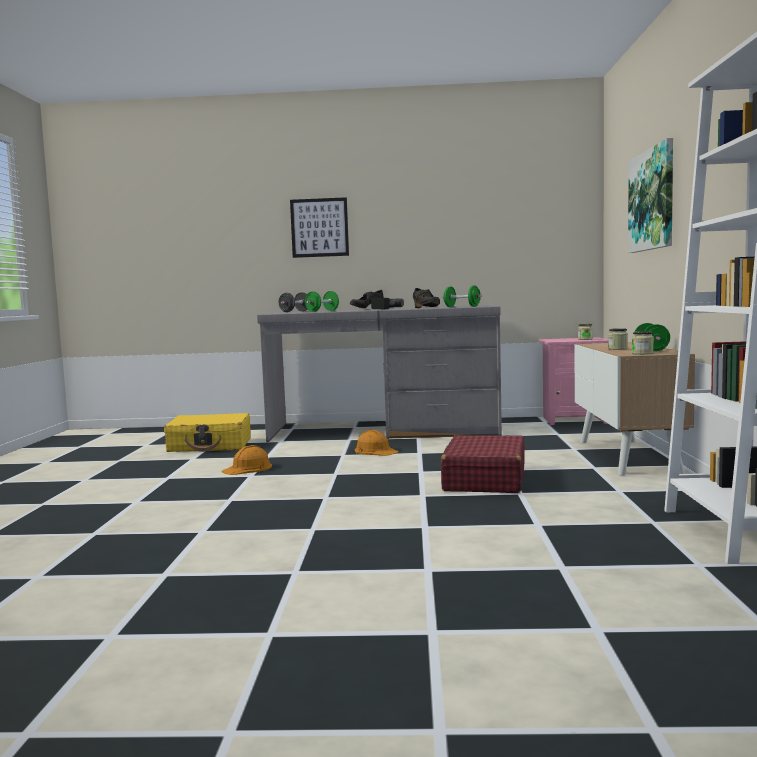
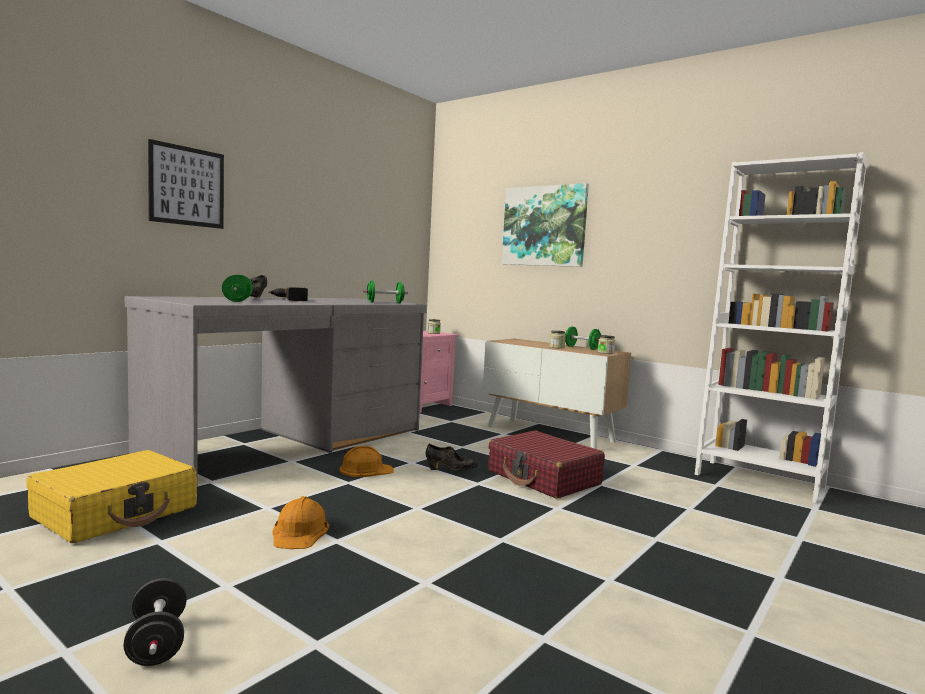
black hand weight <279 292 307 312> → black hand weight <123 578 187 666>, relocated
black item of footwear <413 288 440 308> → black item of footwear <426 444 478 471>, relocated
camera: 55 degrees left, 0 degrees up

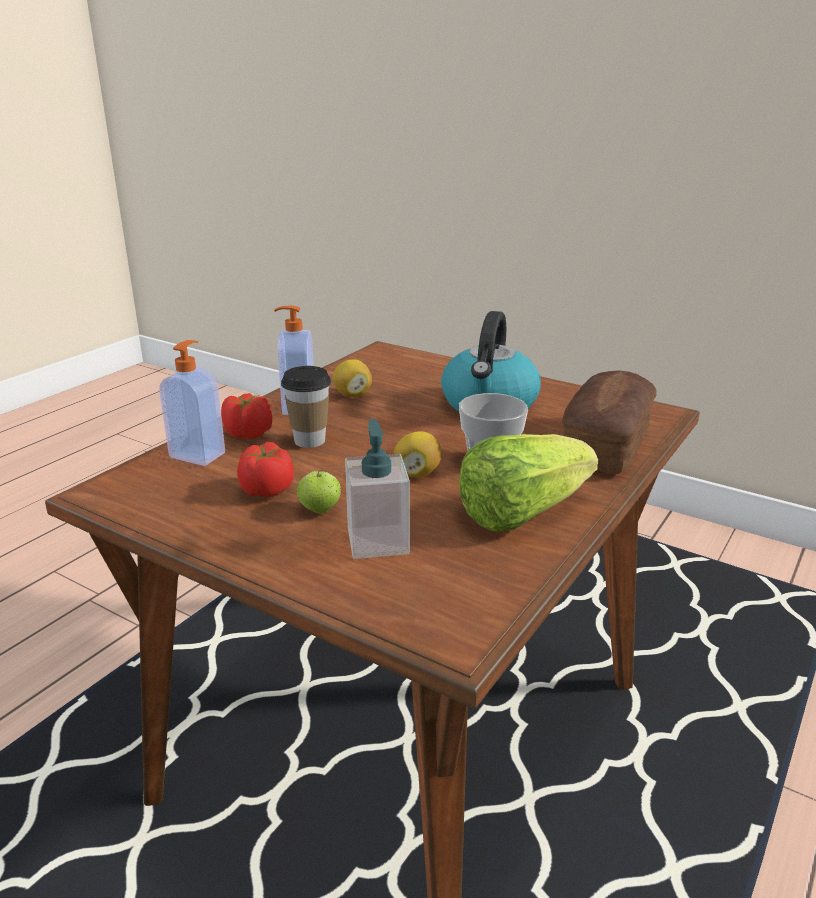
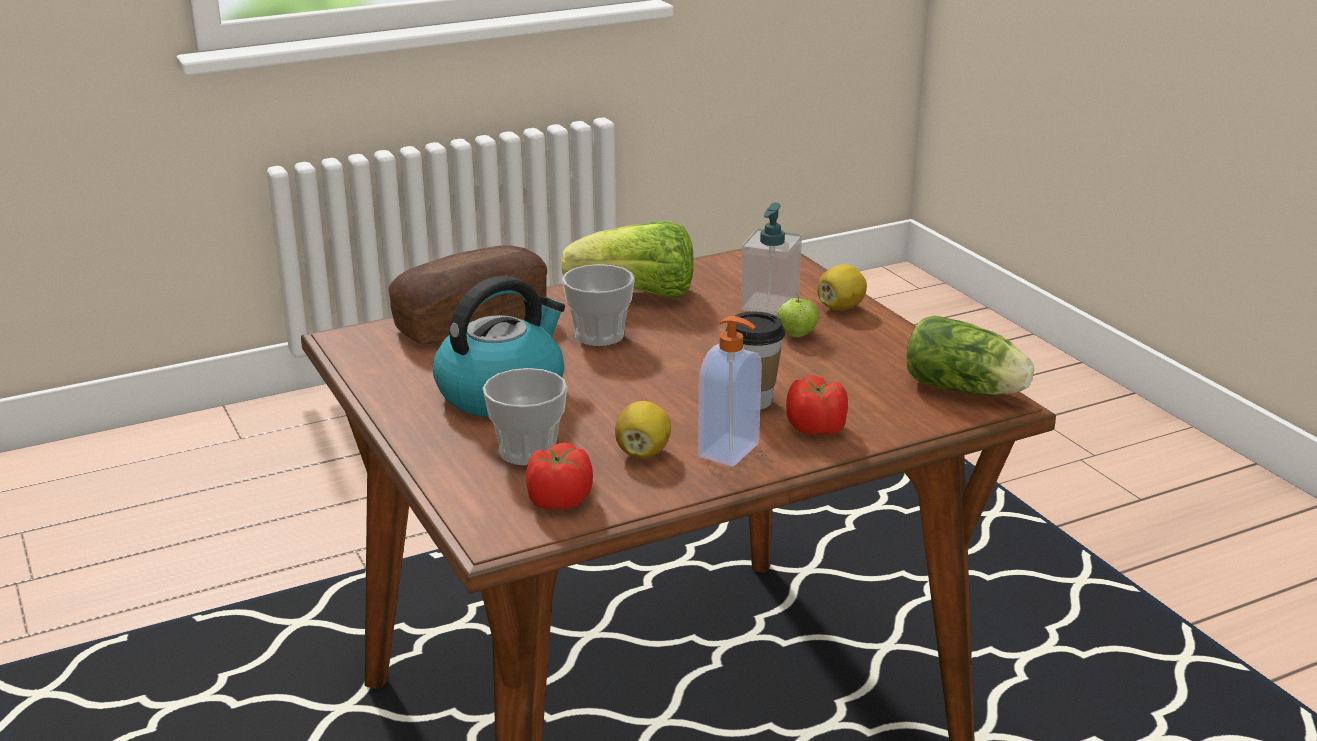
soap dispenser <159 340 225 466> → -
- → drinking cup <483 368 567 466>
- → lettuce head <907 315 1034 395>
whole tomato <237 442 294 497> → whole tomato <526 443 593 510>, relocated
citrus fruit <394 431 442 478> → citrus fruit <817 264 867 310>, relocated
camera: 150 degrees left, 0 degrees up

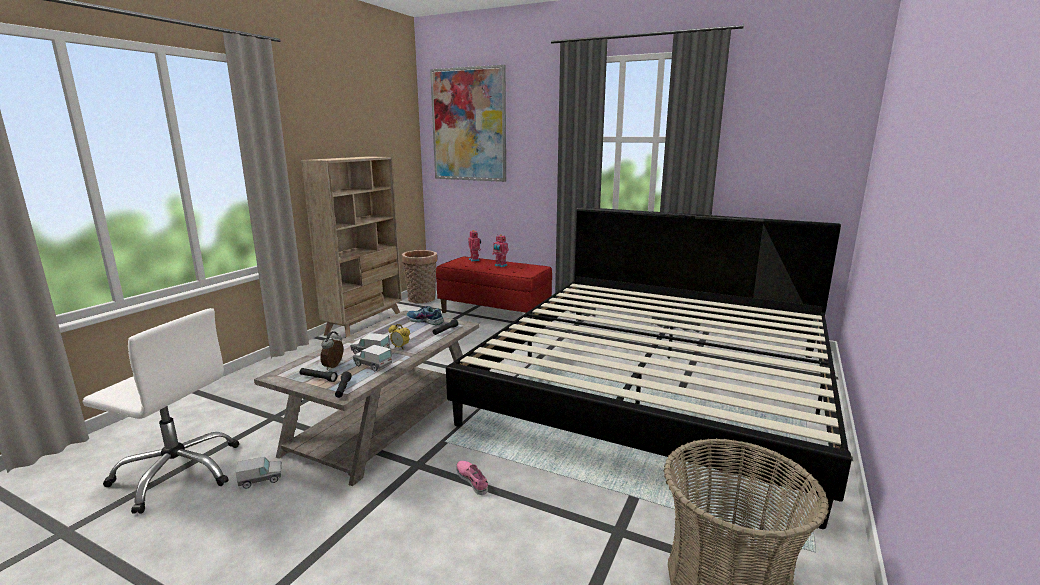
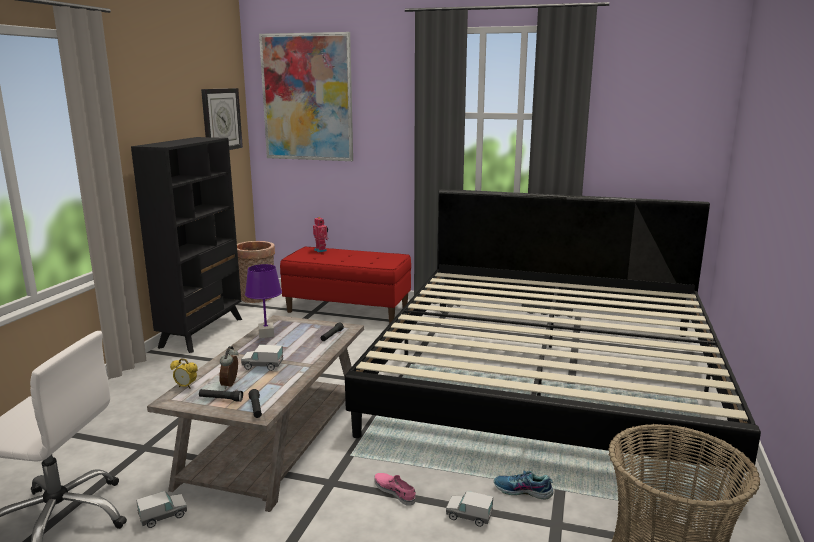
toy robot <492 234 509 267> → -
- → wall clock <201 88 243 150>
- → purple tabletop lamp <245 264 282 338>
toy lorry <353 345 392 371> → toy lorry <446 491 493 527>, relocated
alarm clock <388 324 410 349> → alarm clock <170 358 198 389>, relocated
item of footwear <407 306 444 325> → item of footwear <494 471 553 500>, relocated
beige bookshelf <301 156 402 337> → black bookshelf <131 137 242 353>
camera: 10 degrees left, 0 degrees up

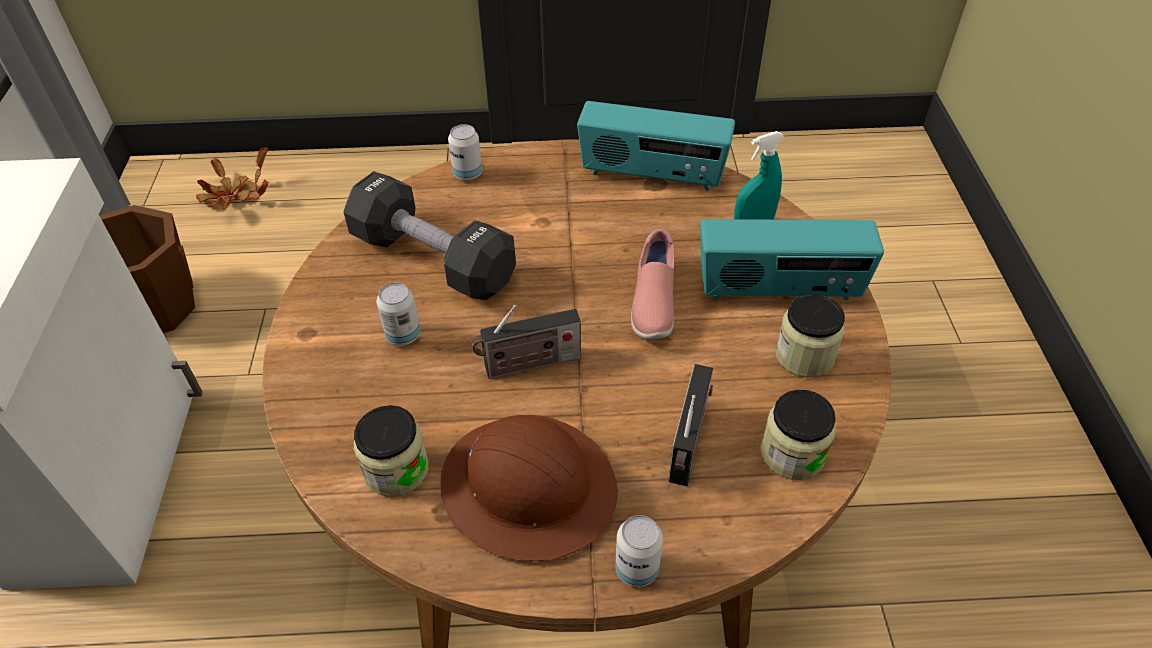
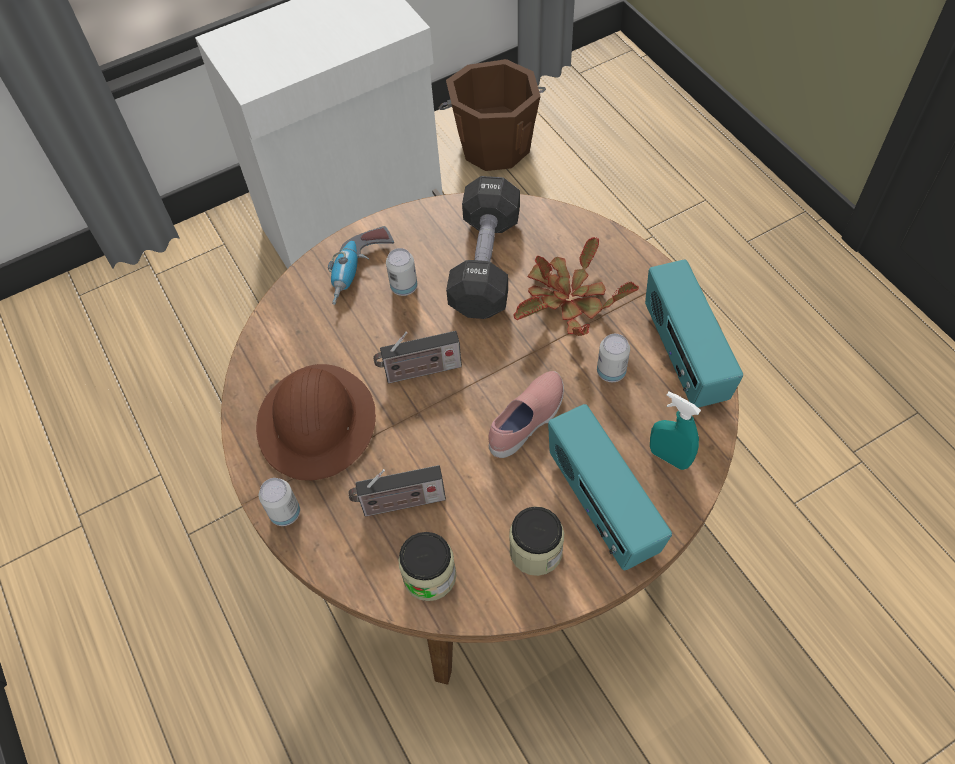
jar <354 405 429 497> → -
- → power drill <328 226 394 305>
potted plant <196 147 269 210> → potted plant <513 237 639 336>, relocated
metal can <448 124 482 181> → metal can <597 334 630 382>, relocated
radio set <472 305 581 379> → radio set <373 331 462 384>, 60 degrees counterclockwise
pinkish item of footwear <631 229 674 339> → pinkish item of footwear <488 371 564 458>, 150 degrees clockwise
camera: 65 degrees right, 10 degrees up

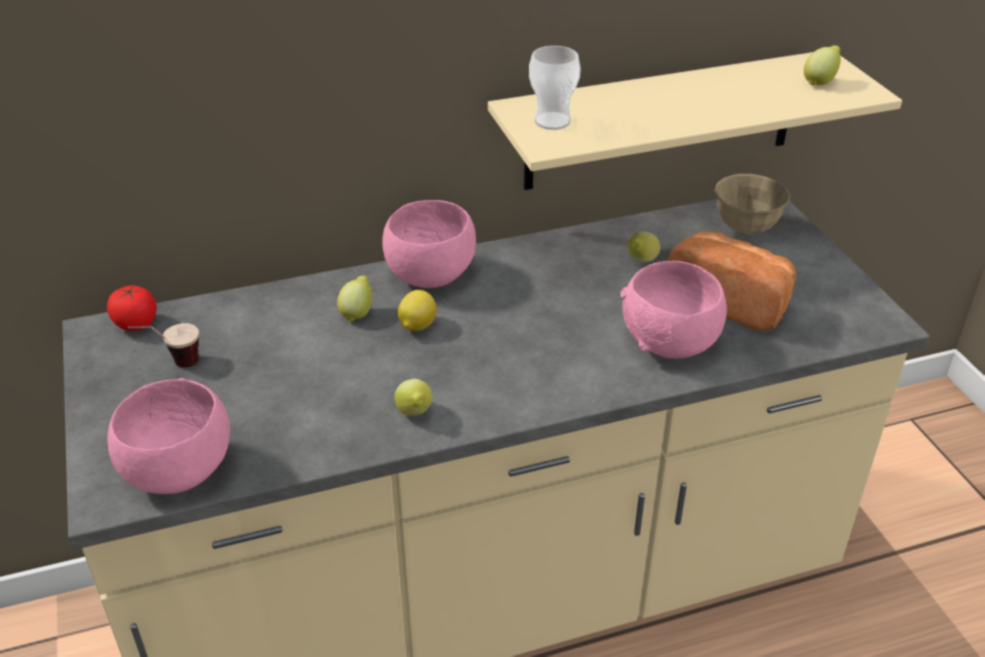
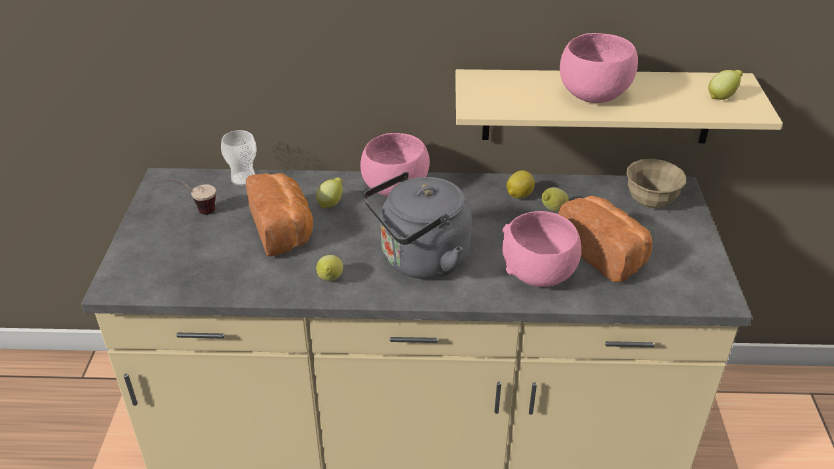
whole tomato <107 285 157 331> → -
- → bakery bread <246 173 313 256>
- → gray water kettle <363 172 472 279>
pinkish deep dish <108 378 230 494> → pinkish deep dish <560 33 638 103>, relocated
citrus fruit <398 290 437 331> → citrus fruit <507 170 535 199>, relocated
drinking cup <529 46 581 130> → drinking cup <221 130 257 186>, relocated
camera: 20 degrees right, 0 degrees up

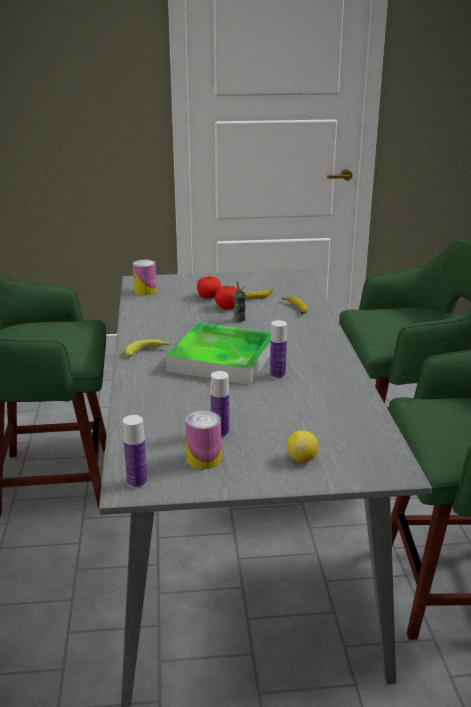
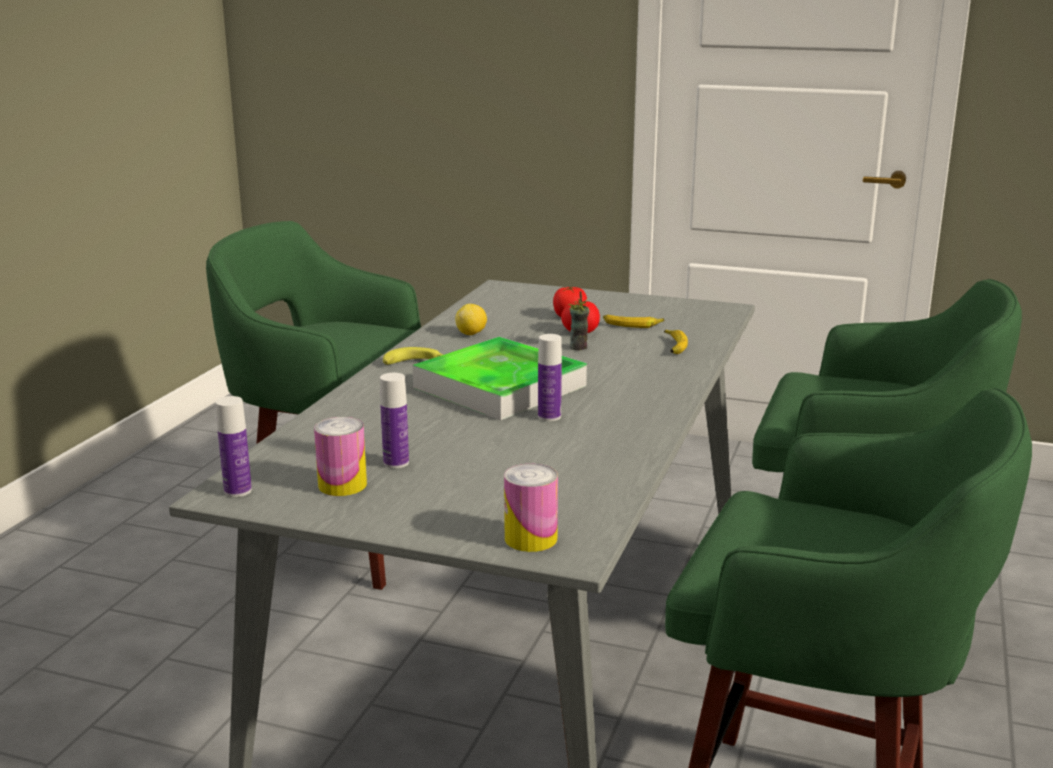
metal can <133 259 157 295> → metal can <504 464 558 552>, relocated
citrus fruit <287 430 319 463> → citrus fruit <455 304 487 335>, relocated
camera: 25 degrees right, 5 degrees down

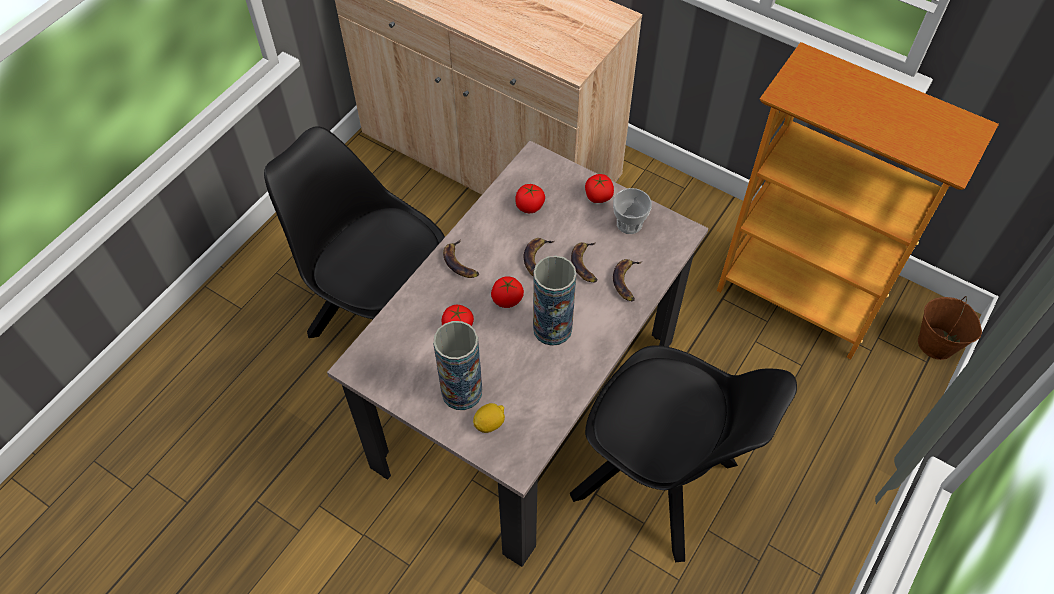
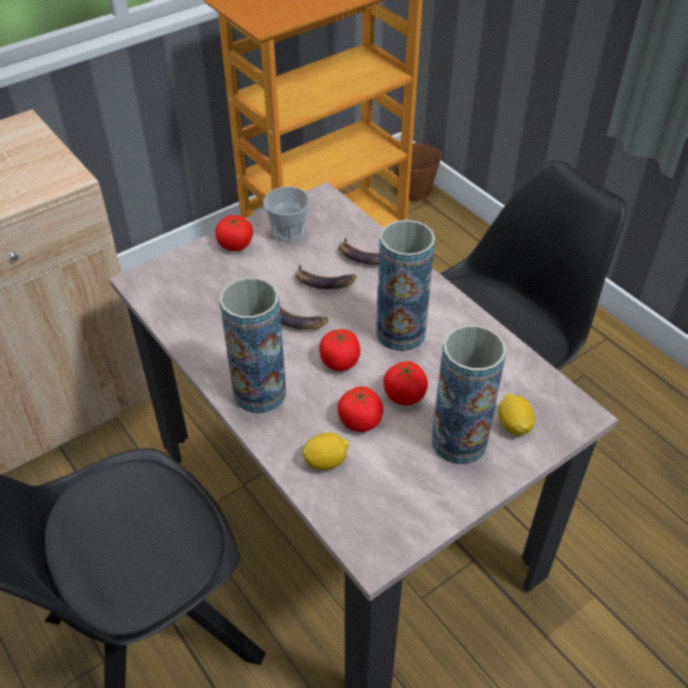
- → citrus fruit <302 433 349 470>
whole tomato <516 184 545 213> → whole tomato <383 361 428 405>, relocated
banana <443 239 479 278> → flower vase <220 277 286 413>
camera: 70 degrees left, 10 degrees down

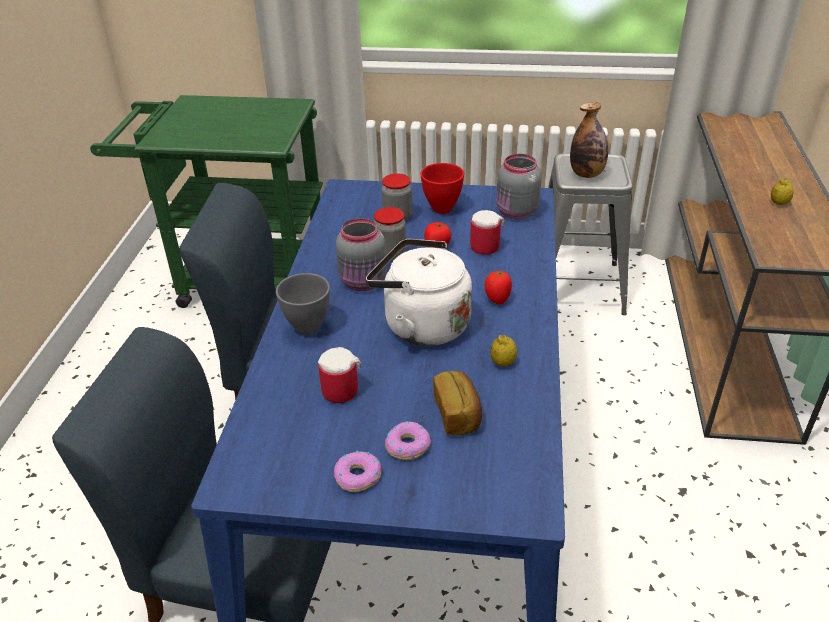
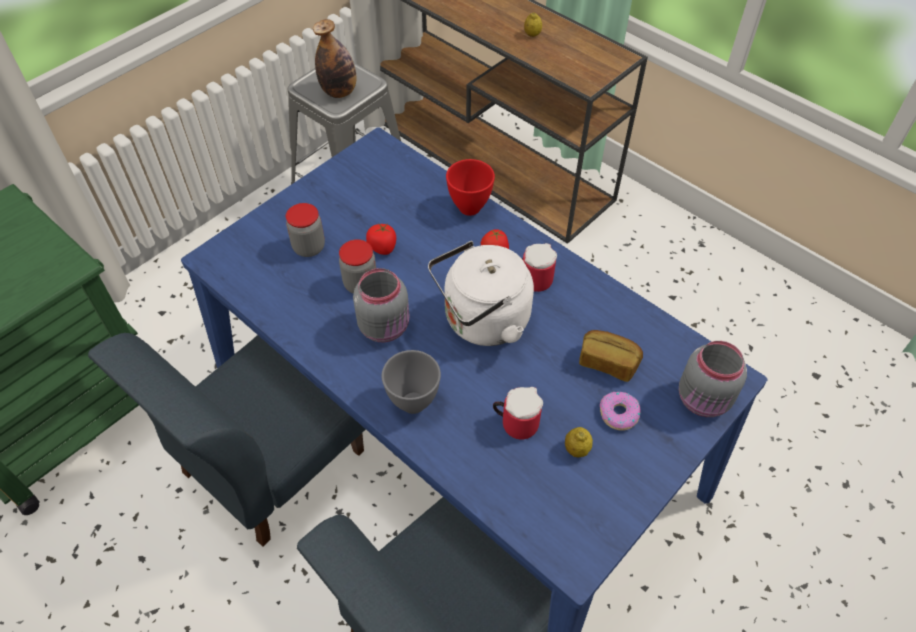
ring doughnut <334 451 381 492> → -
red deep dish <420 163 464 214> → red deep dish <446 159 495 216>, relocated
coffee mug <470 210 505 255> → coffee mug <522 243 557 292>, relocated
citrus fruit <490 335 517 366> → citrus fruit <565 427 593 457>, relocated
gray jar <496 154 541 219> → gray jar <679 341 747 417>, relocated
camera: 55 degrees left, 15 degrees up

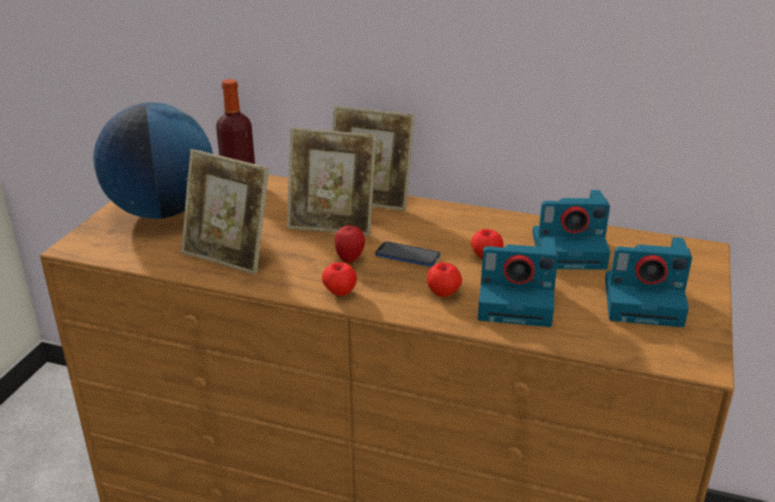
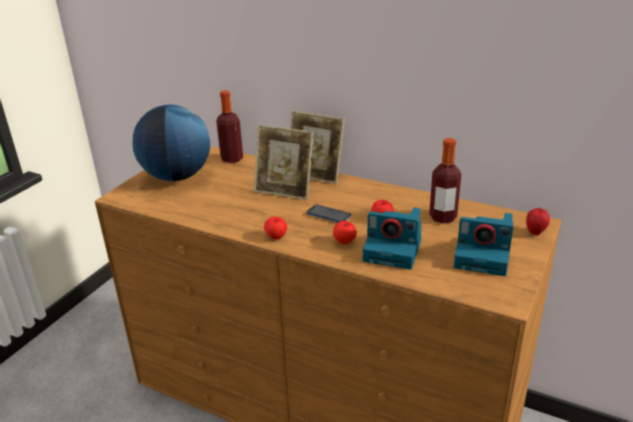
photo frame <181 149 269 275> → -
whole apple <335 224 365 263> → whole apple <526 208 550 235>, relocated
still camera <532 190 610 270> → drink bottle <429 138 461 224>
camera: 10 degrees right, 0 degrees up

